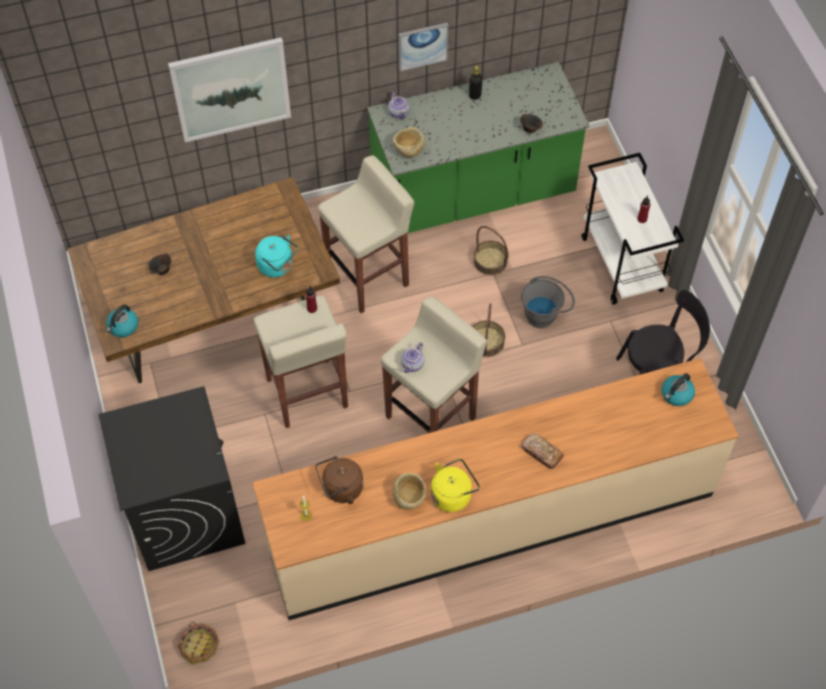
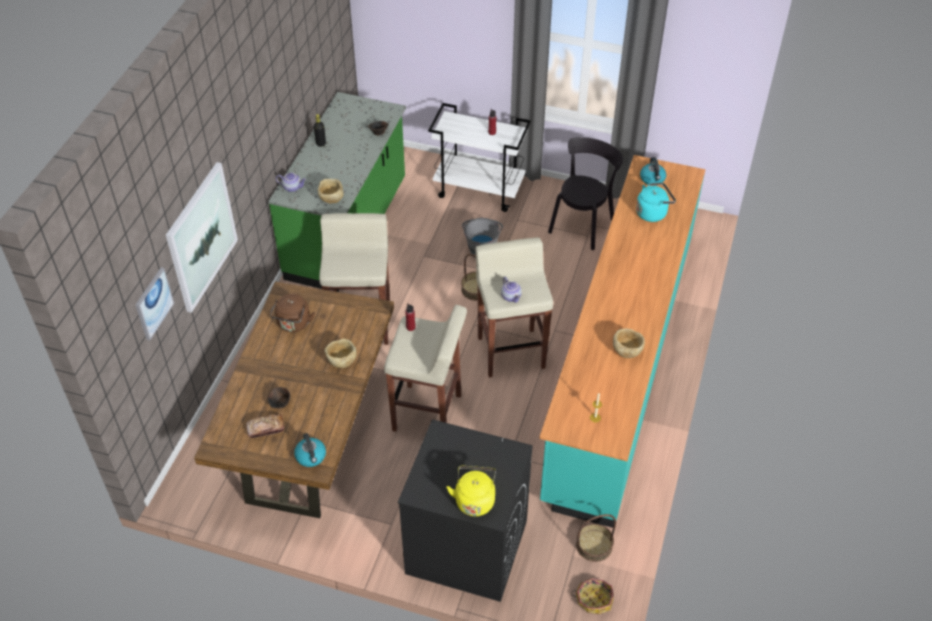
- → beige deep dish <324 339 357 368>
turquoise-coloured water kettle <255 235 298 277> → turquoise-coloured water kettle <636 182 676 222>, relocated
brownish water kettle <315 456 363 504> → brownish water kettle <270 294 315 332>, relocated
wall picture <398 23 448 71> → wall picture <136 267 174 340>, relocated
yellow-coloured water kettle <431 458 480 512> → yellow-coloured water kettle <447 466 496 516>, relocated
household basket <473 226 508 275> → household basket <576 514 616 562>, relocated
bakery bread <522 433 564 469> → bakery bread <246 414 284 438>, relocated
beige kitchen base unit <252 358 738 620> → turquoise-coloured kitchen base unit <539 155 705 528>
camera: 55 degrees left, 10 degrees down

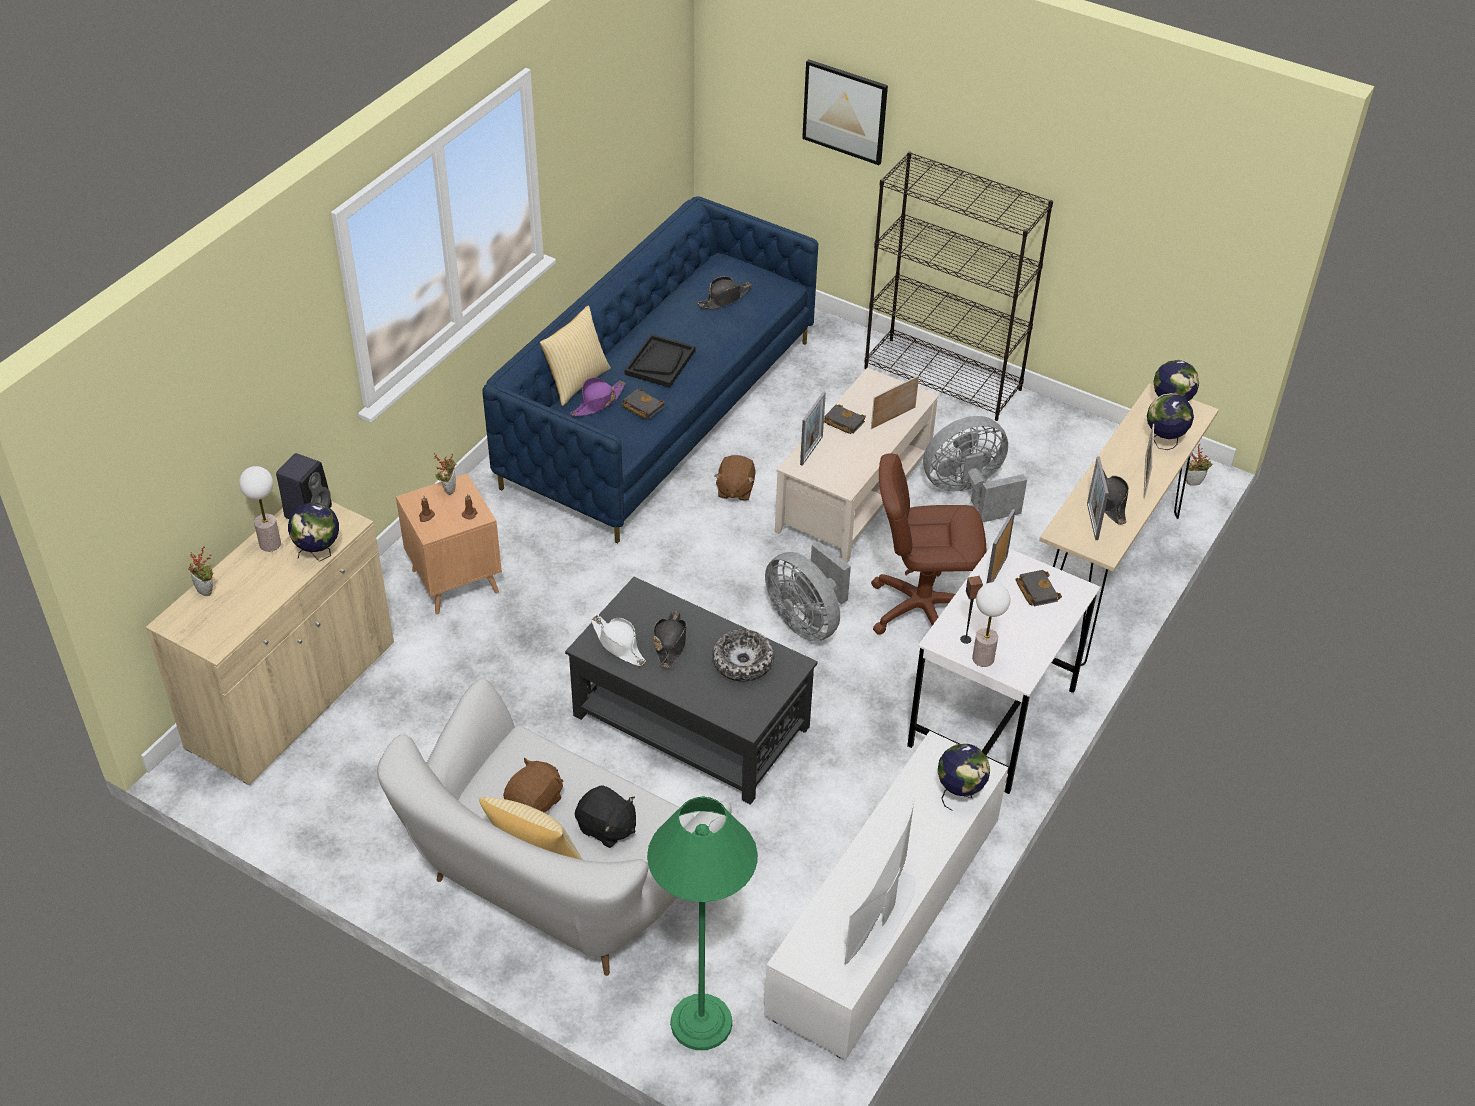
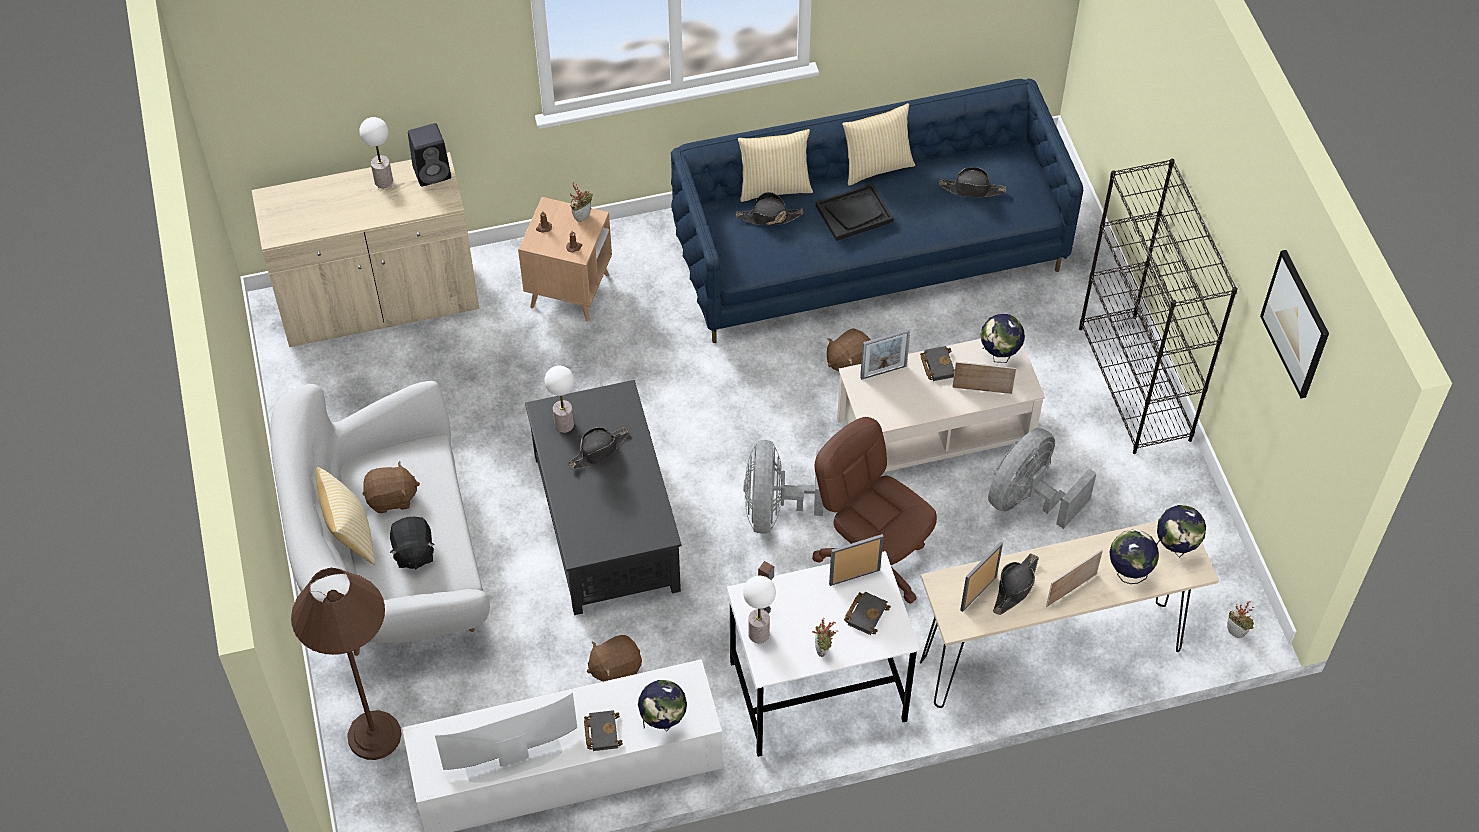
deep dish <712 629 774 682> → -
- → brownish soft toy <587 635 642 682>
- → cushion <842 103 915 186>
potted plant <188 547 214 596> → potted plant <812 618 838 657>, relocated
desk globe <288 502 339 562> → desk globe <981 314 1025 363>, relocated
black bound book <622 389 665 419> → black bound book <584 710 623 751>, relocated
wall picture <802 59 888 165> → wall picture <1260 250 1329 399>, relocated
white-coloured clothing hat <591 615 646 666> → tabletop lamp <544 366 574 433>
purple clothing hat <570 378 626 417> → black clothing hat <736 192 803 225>
green floor lamp <647 796 758 1050> → brownish floor lamp <291 568 402 760>
gray fan <923 416 1027 522> → gray fan <988 428 1097 529>, 75 degrees counterclockwise
camera: 45 degrees right, 10 degrees up

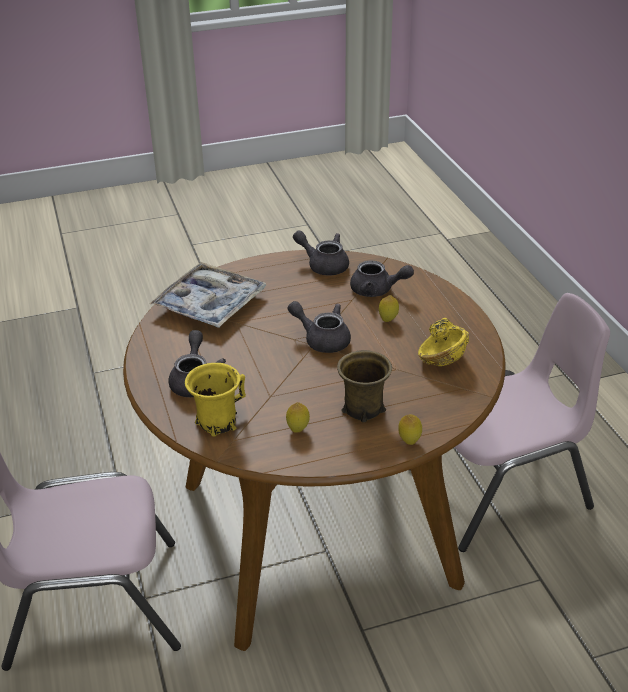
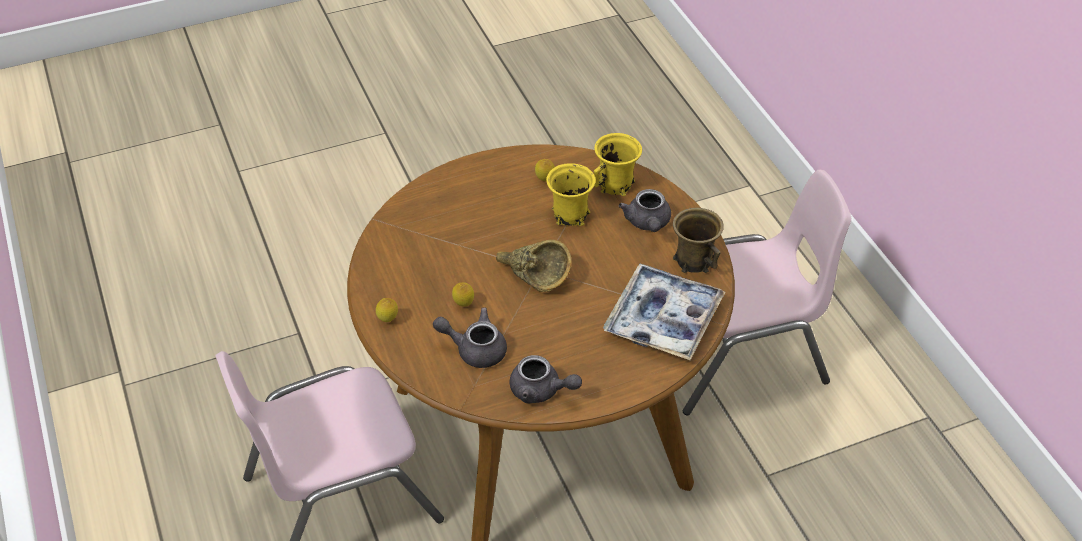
yellow-coloured deep dish <418 318 469 366> → -
- → yellow-coloured coffee mug <546 163 596 226>
brownish coffee mug <337 350 392 423> → brownish coffee mug <673 208 724 273>, relocated
citrus fruit <398 415 422 445> → citrus fruit <376 298 398 322>, relocated
gray teapot <288 301 351 353> → brownish deep dish <496 239 572 292>
camera: 175 degrees right, 10 degrees up

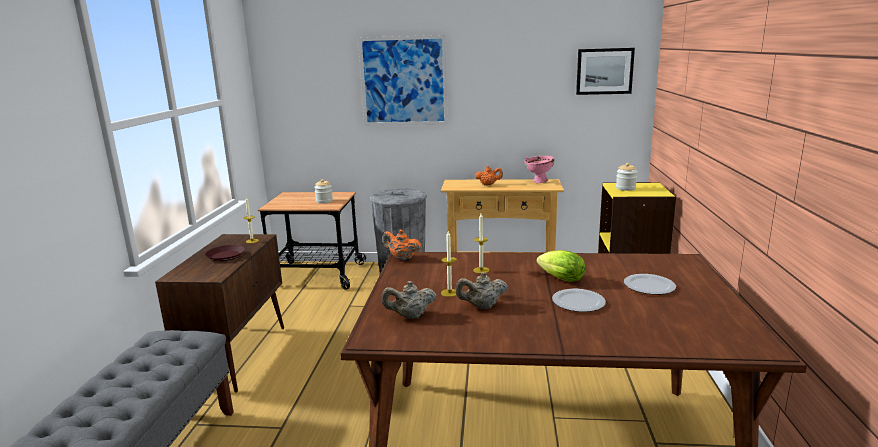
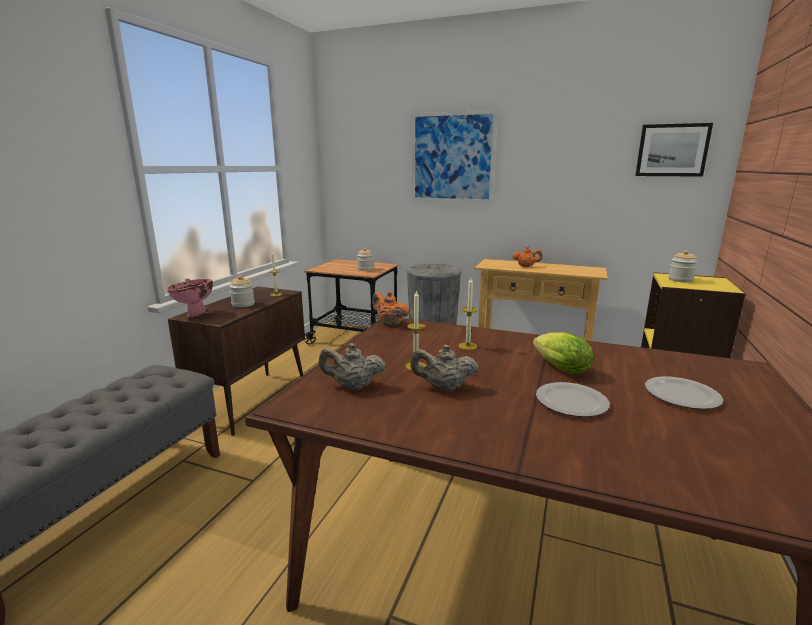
pinkish deep dish <524 156 554 183> → pinkish deep dish <167 278 213 317>, relocated
brownish flat dish <205 245 245 261> → jar <229 276 255 308>
camera: 15 degrees right, 0 degrees up

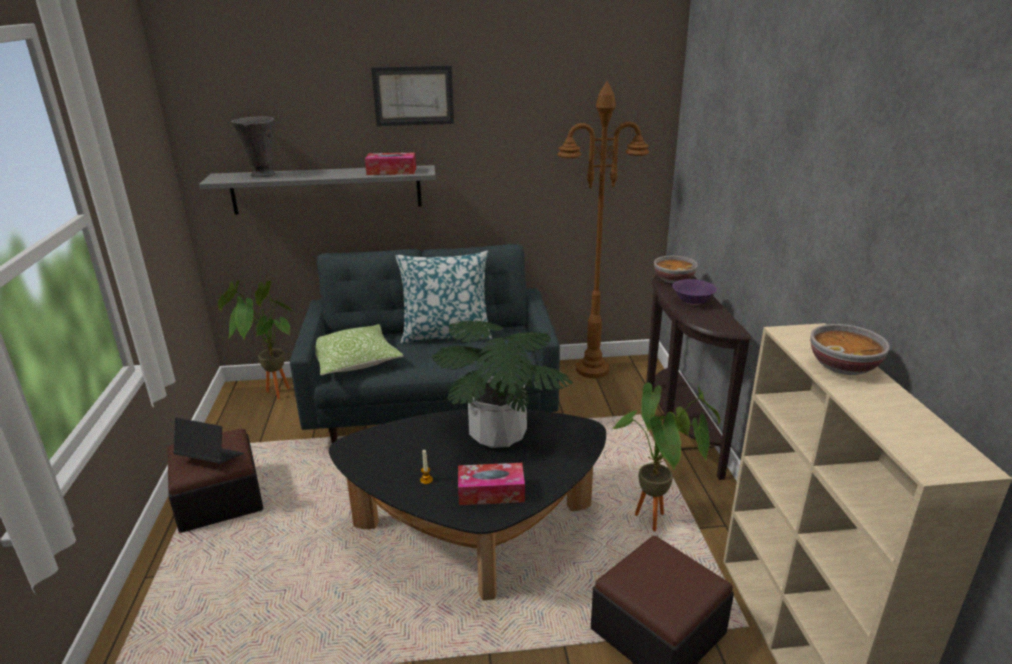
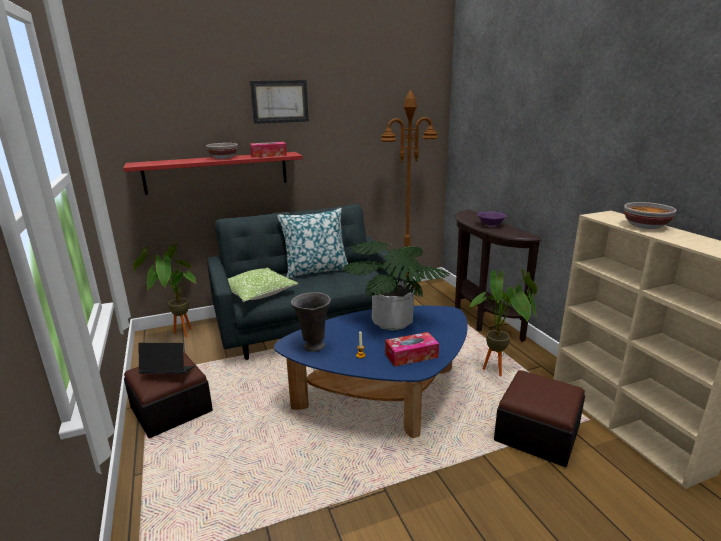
gray flower vase <231 117 275 177> → gray flower vase <291 292 331 352>, relocated
deep dish <654 256 698 284> → deep dish <206 143 238 159>, relocated
gray shelf <199 165 436 215> → red shelf <123 152 303 195>
black low table <329 409 606 600> → bluish low table <274 306 468 438>
camera: 15 degrees left, 5 degrees down

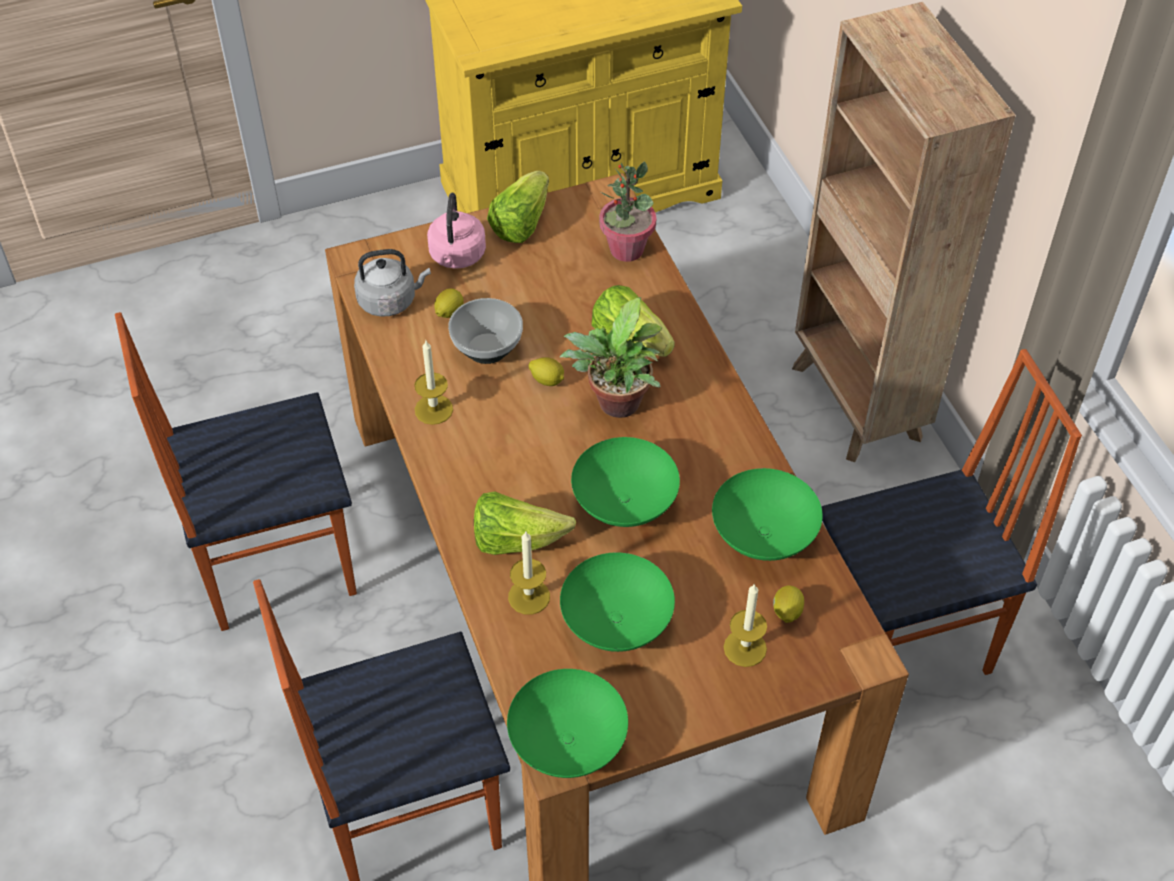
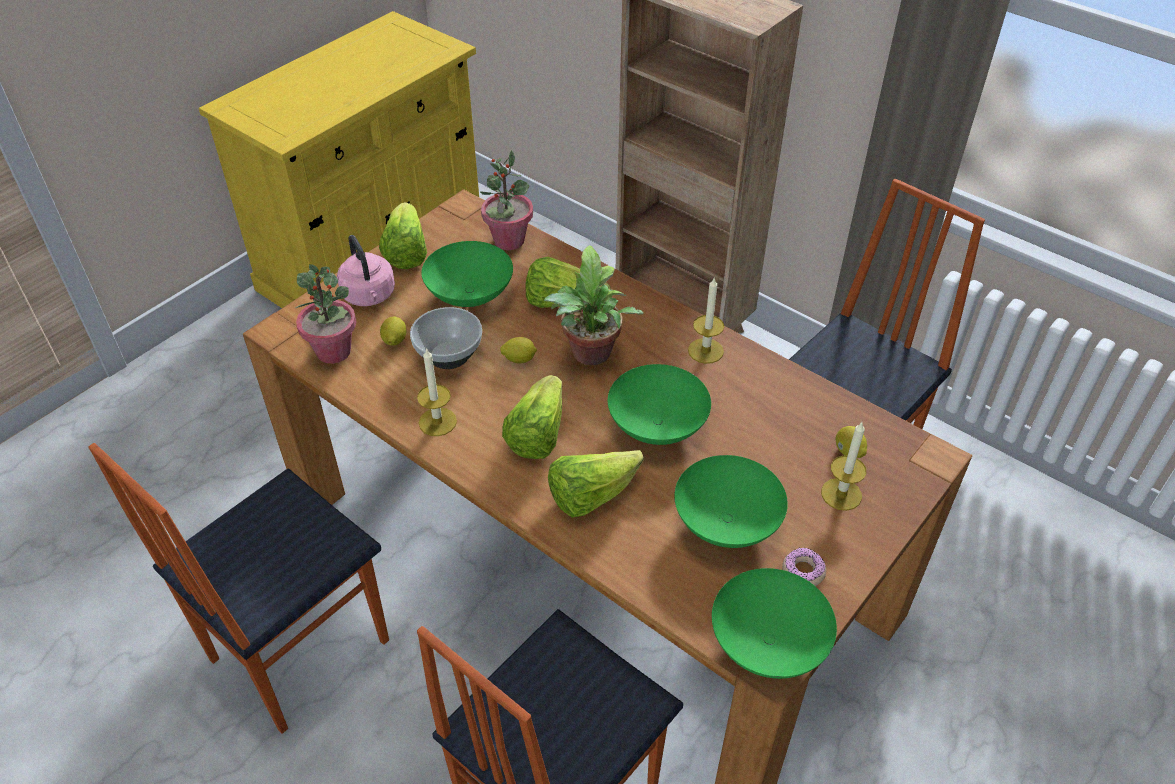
- → lettuce head <502 375 562 459>
- → ring doughnut <782 548 826 586>
wax light <508 532 550 615> → wax light <688 277 724 364>, relocated
green deep dish <712 468 823 561> → green deep dish <421 241 513 307>, relocated
gray water kettle <354 249 431 317> → potted plant <295 264 356 364>
camera: 30 degrees left, 5 degrees down

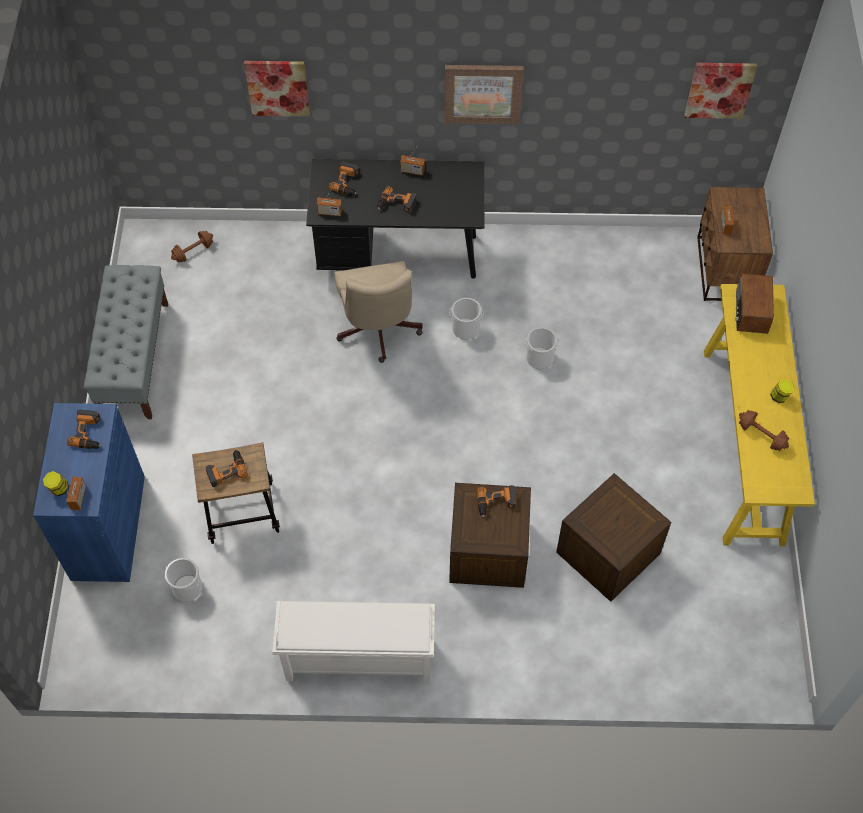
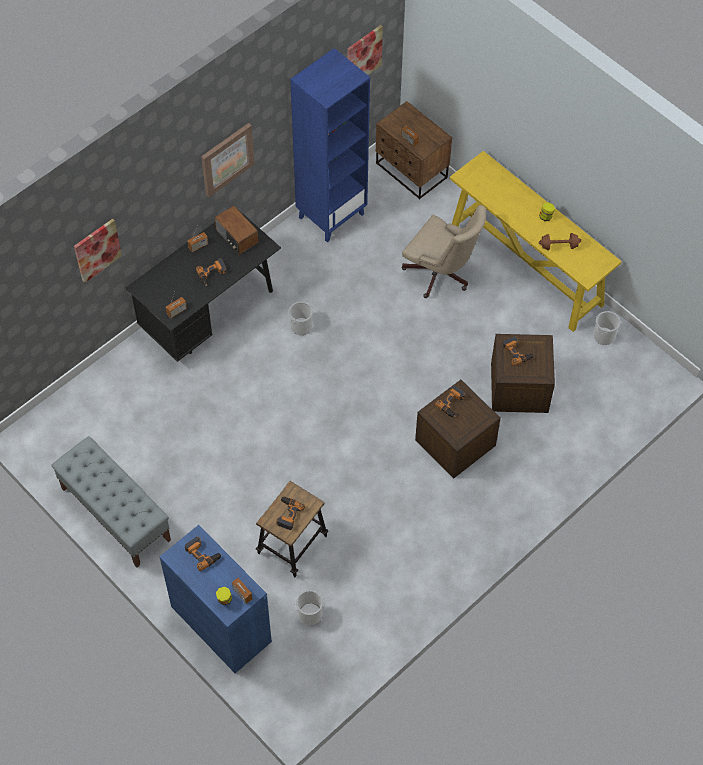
brownish hand weight <171 231 213 263> → -
white-coloured shoe shelf <272 601 435 684> → -
- → bluish bookshelf <290 48 370 242>
power drill <328 162 359 196> → power drill <503 336 534 366>, relocated
beige desk chair <335 261 423 363> → beige desk chair <402 205 486 298>, relocated
bucket <524 327 559 369> → bucket <593 311 620 345>, relocated
radio set <735 274 774 334> → radio set <215 206 259 255>, relocated
camera: 45 degrees left, 0 degrees up

